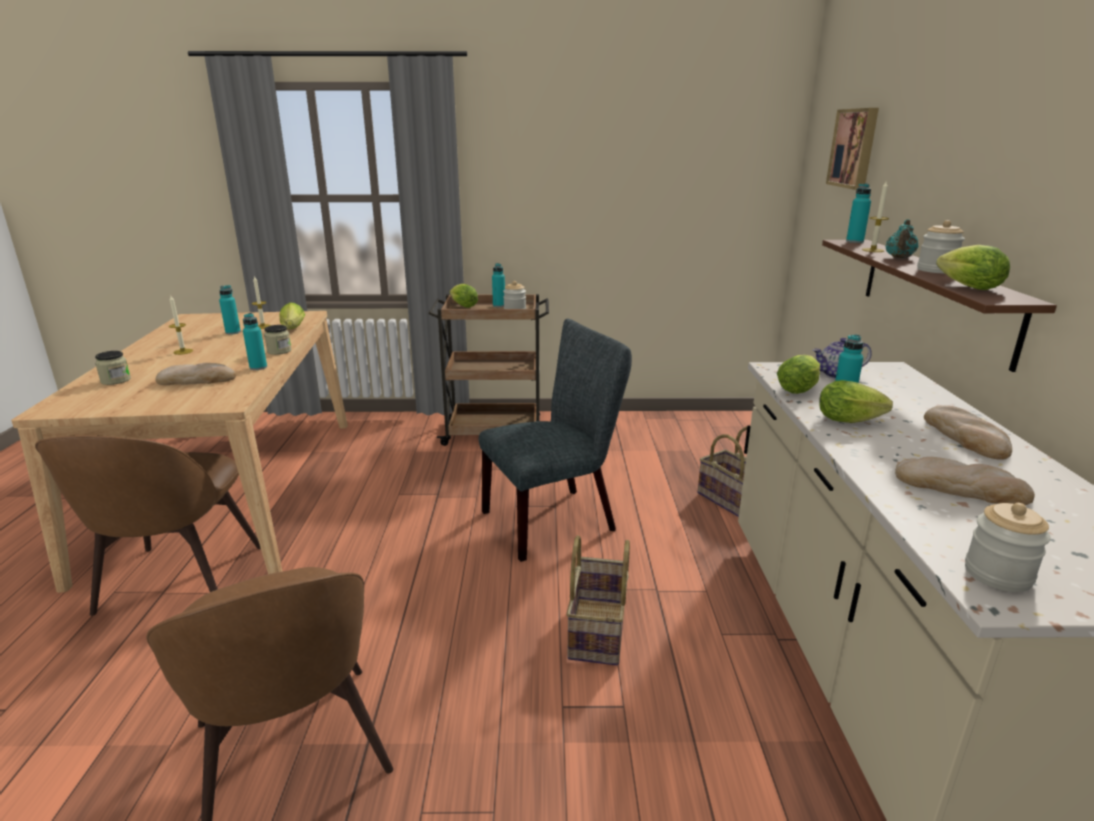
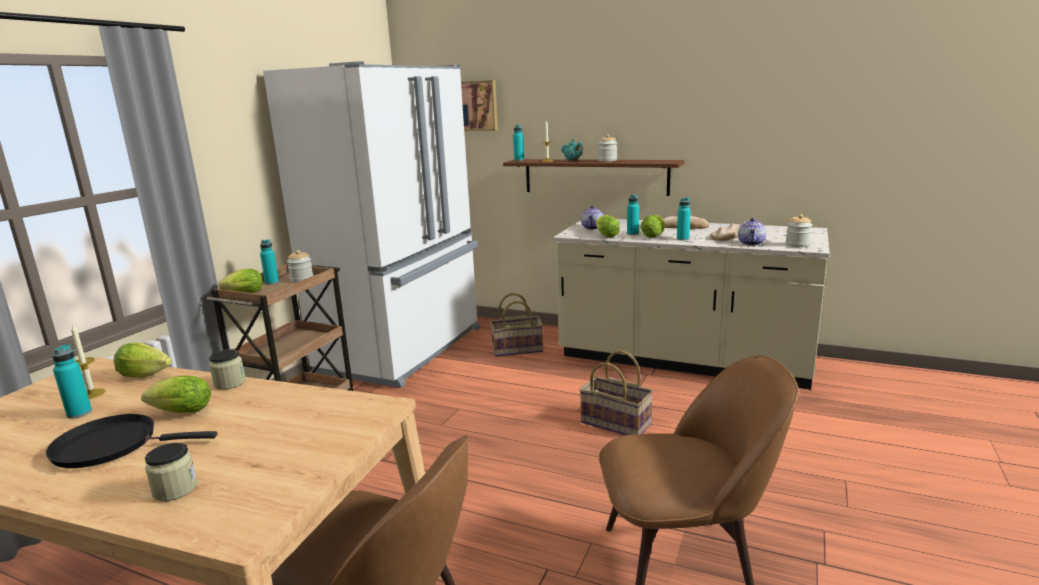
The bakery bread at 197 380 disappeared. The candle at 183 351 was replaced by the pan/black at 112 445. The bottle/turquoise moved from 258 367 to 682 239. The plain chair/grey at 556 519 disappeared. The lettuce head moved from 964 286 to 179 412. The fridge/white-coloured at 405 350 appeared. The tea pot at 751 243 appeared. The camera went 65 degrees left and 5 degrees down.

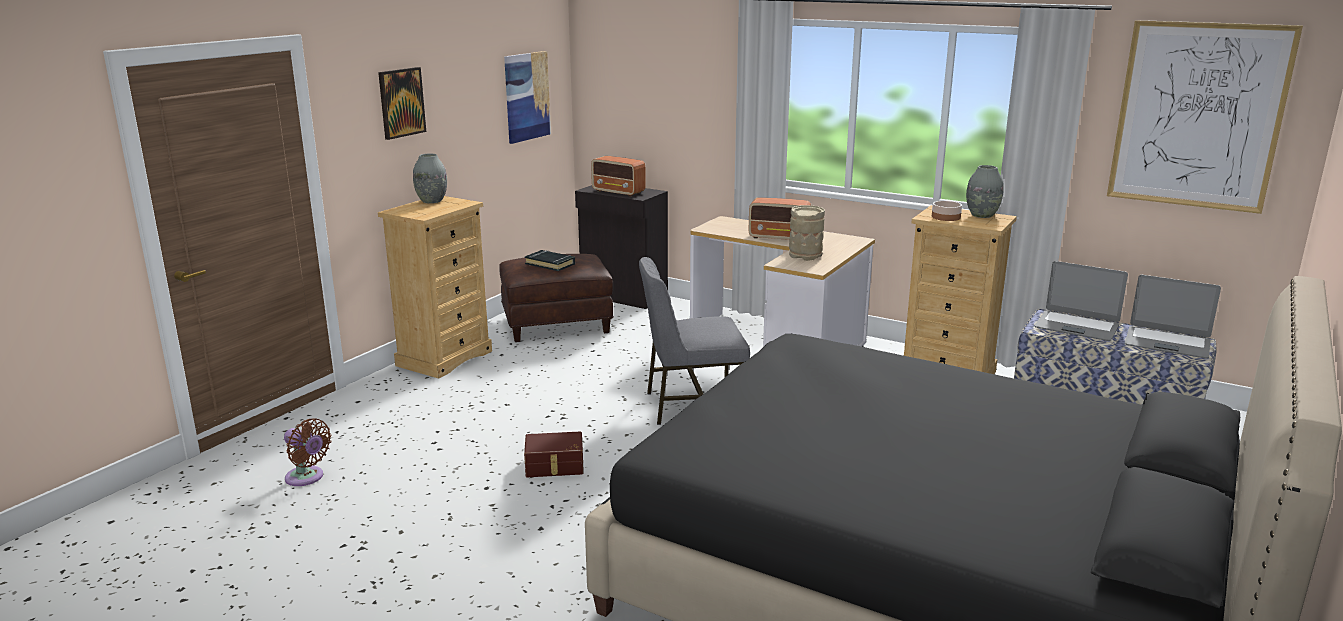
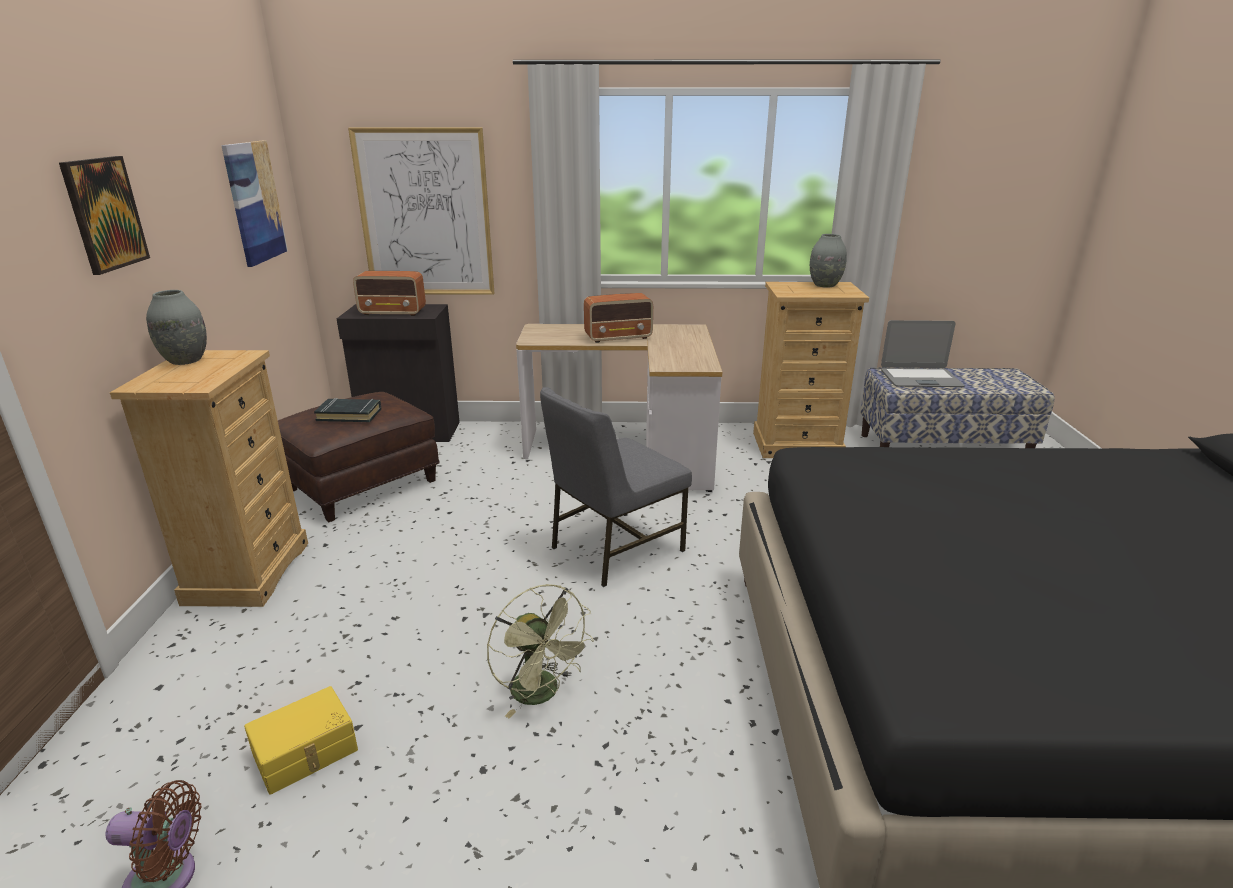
The storage container/brown at 554 466 was replaced by the fan/green at 542 694. The vase/beige at 806 255 disappeared. The bowl at 945 217 disappeared. The wall picture moved from 1198 116 to 425 214. The notebook computer at 1167 343 disappeared. The storage container/yellow-coloured at 306 753 appeared. The camera went 30 degrees left and 5 degrees up.

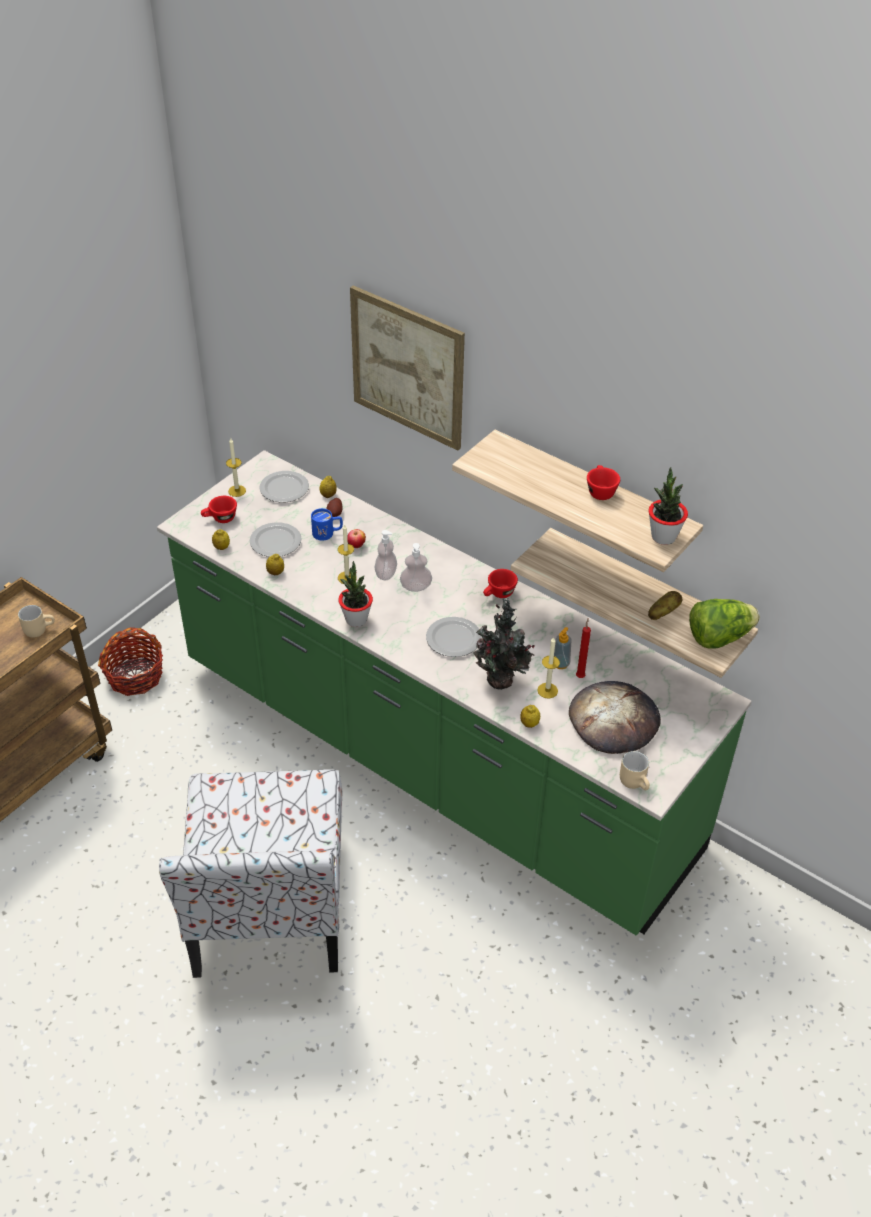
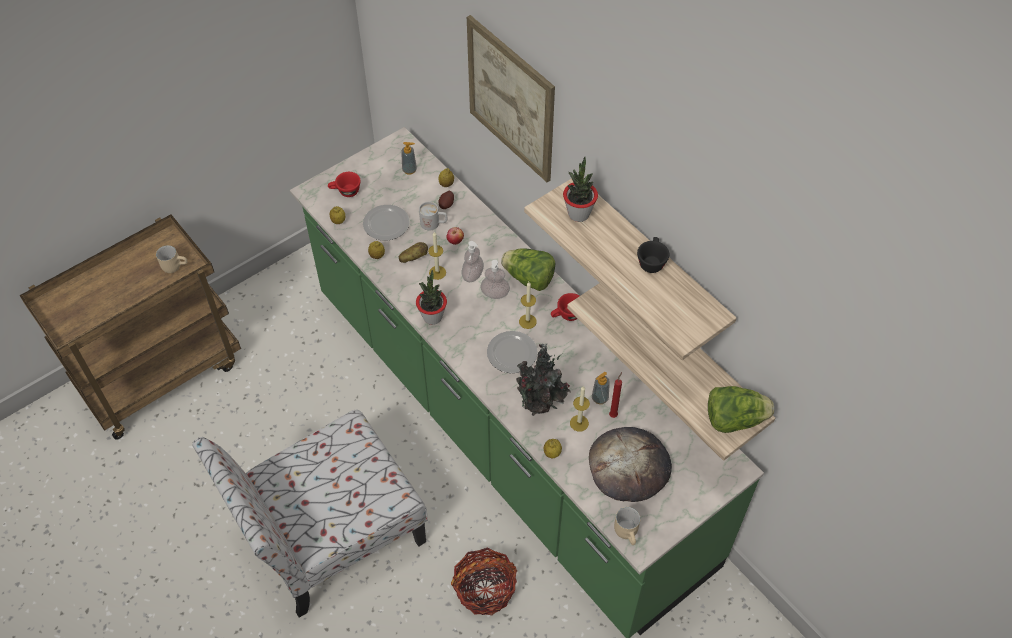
The basket moved from 135 676 to 485 589. The plain chair at 268 906 turned 45 degrees clockwise. The candle moved from 237 491 to 527 321. The plate at 283 488 was replaced by the soap bottle at 409 170. The mug/bluish at 327 533 became the mug/white-coloured at 434 224. The cup/red at 600 490 became the cup/black at 651 261. The potato moved from 663 613 to 413 258. The potted plant moved from 663 536 to 578 213. The lettuce head at 529 279 appeared. The camera went 15 degrees right and 10 degrees up.

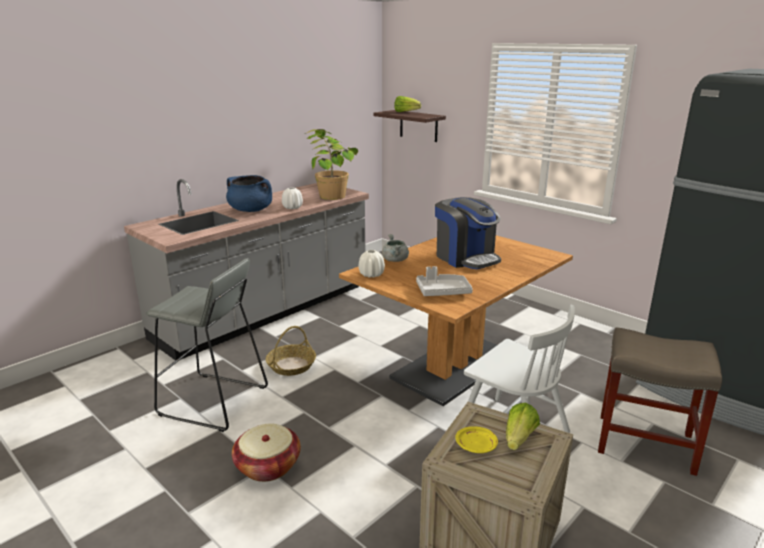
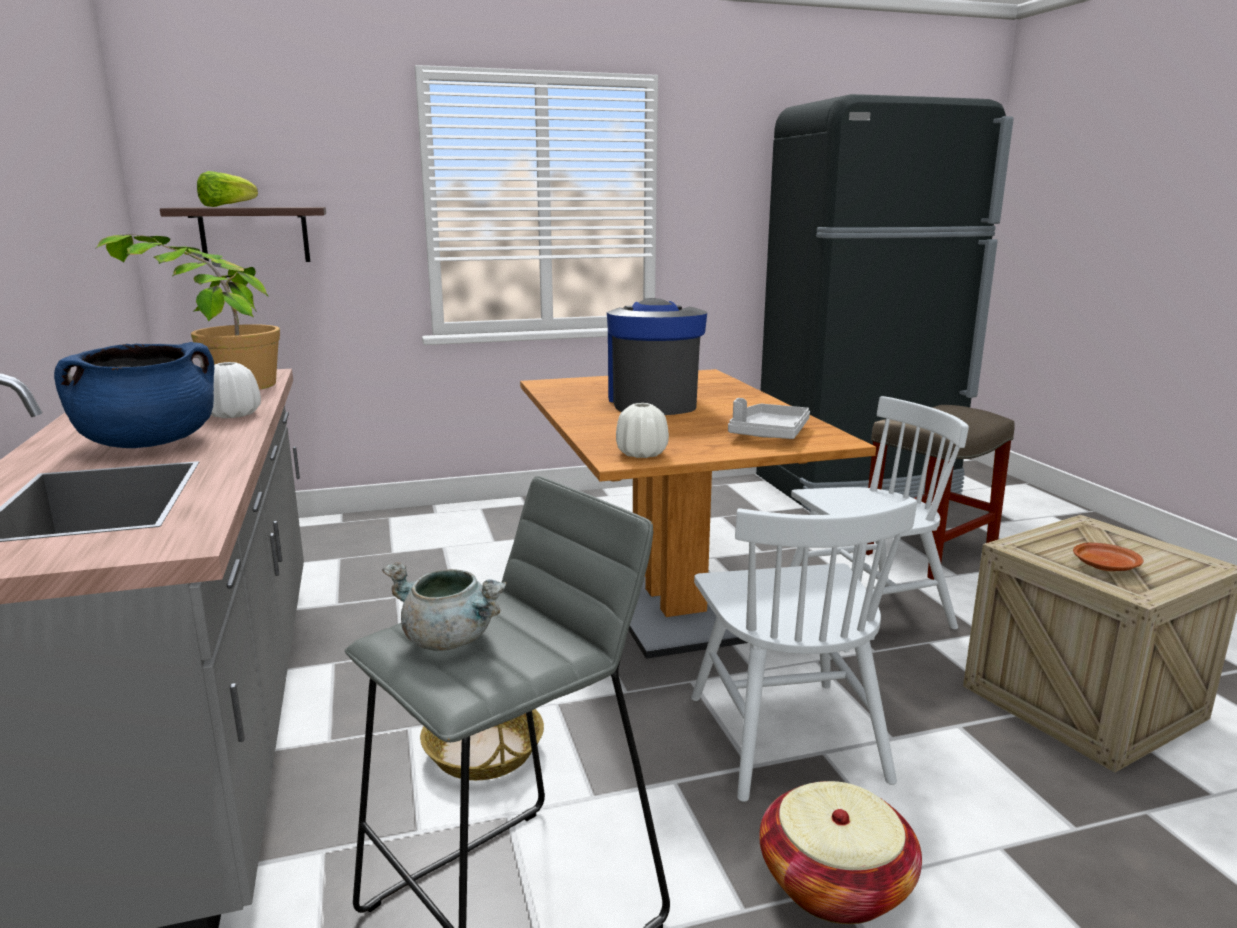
The saucepot/grey moved from 395 260 to 450 640. The coffee brewer at 466 258 turned 90 degrees counterclockwise. The plate/yellow-coloured at 476 446 became the plate/brown at 1105 566. The lettuce head at 519 439 disappeared. The plain chair/white-coloured at 786 736 appeared. The camera went 60 degrees left and 5 degrees down.

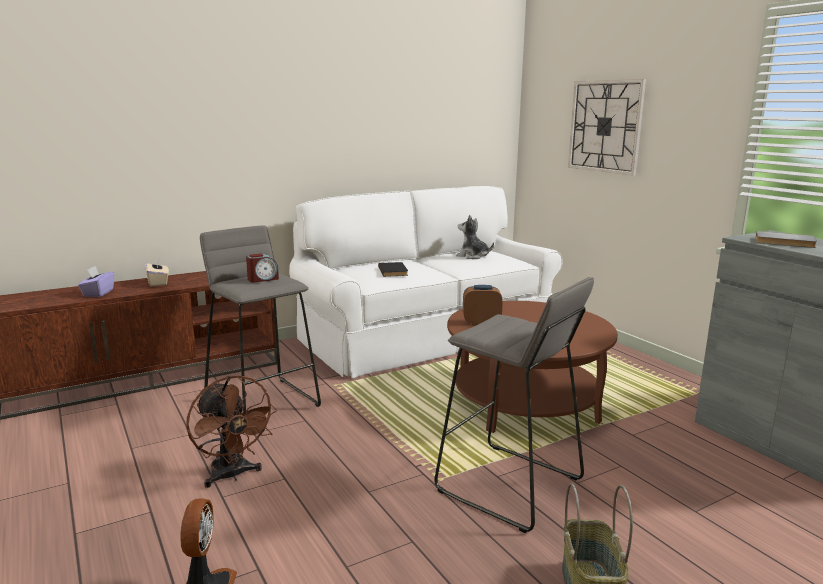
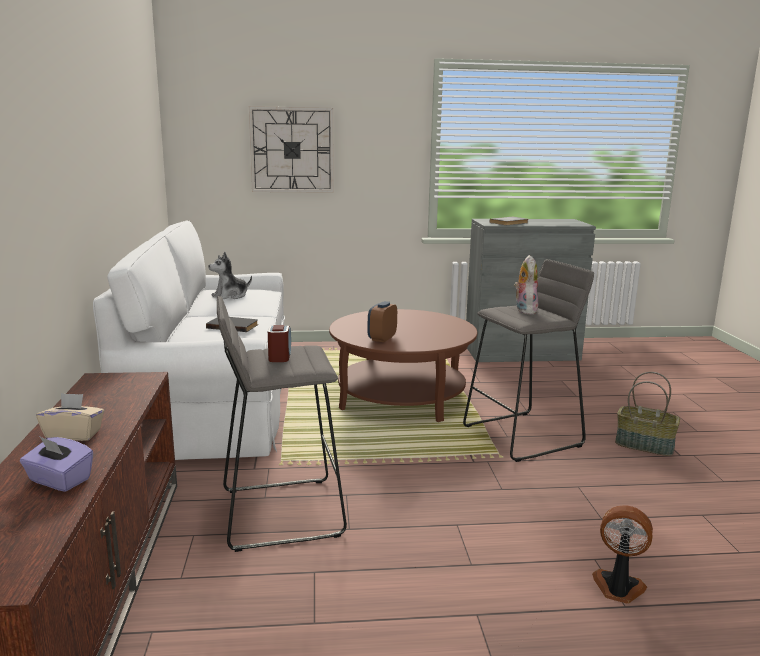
The fan/brown at 232 475 disappeared. The cuddly toy at 524 310 appeared. The camera went 65 degrees left and 0 degrees up.

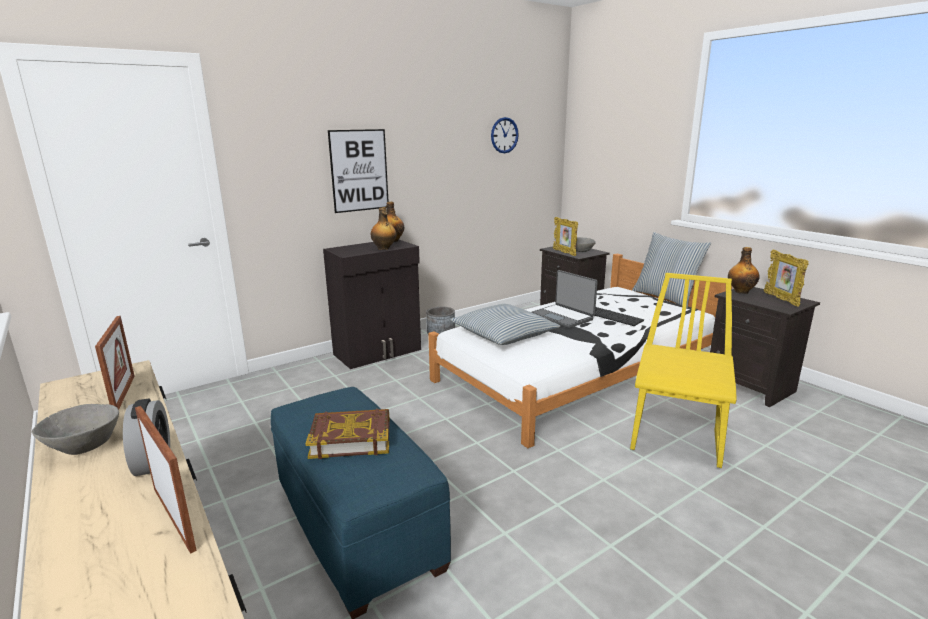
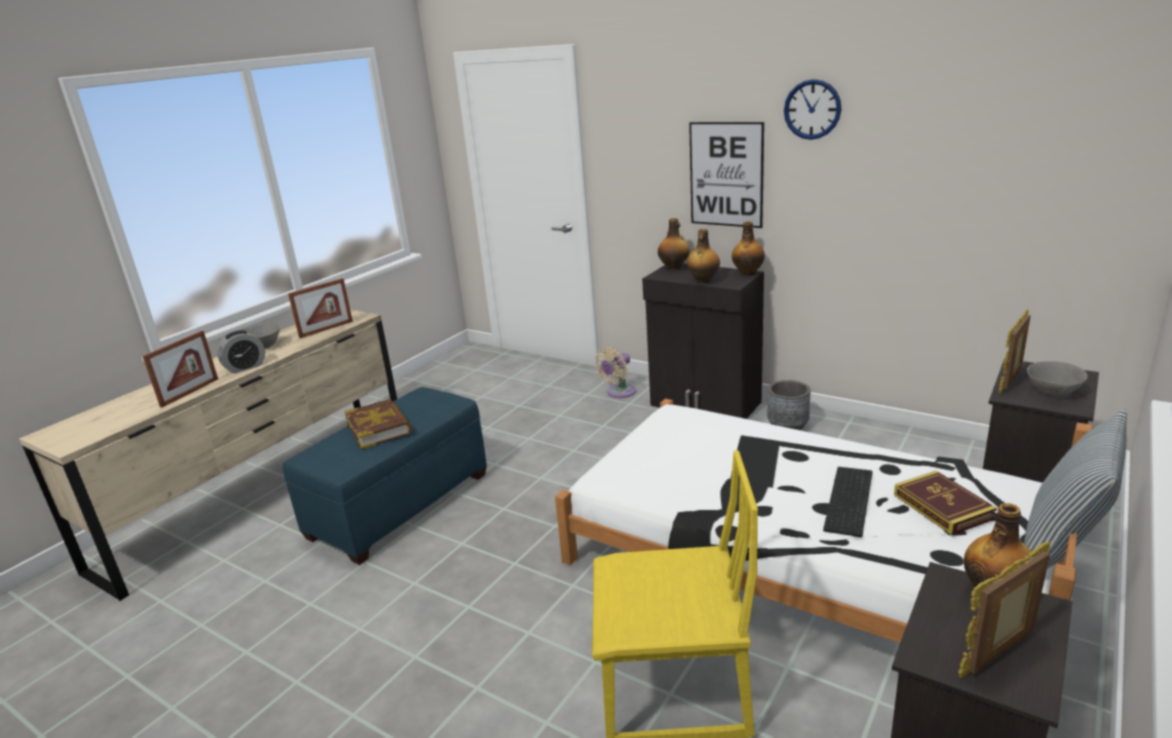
The throw pillow at 504 334 disappeared. The hanging clock moved from 504 135 to 812 109. The notebook computer at 563 317 disappeared. The fan/beige at 619 393 appeared. The bottle at 674 268 appeared. The book at 942 506 appeared. The camera went 70 degrees right and 5 degrees up.

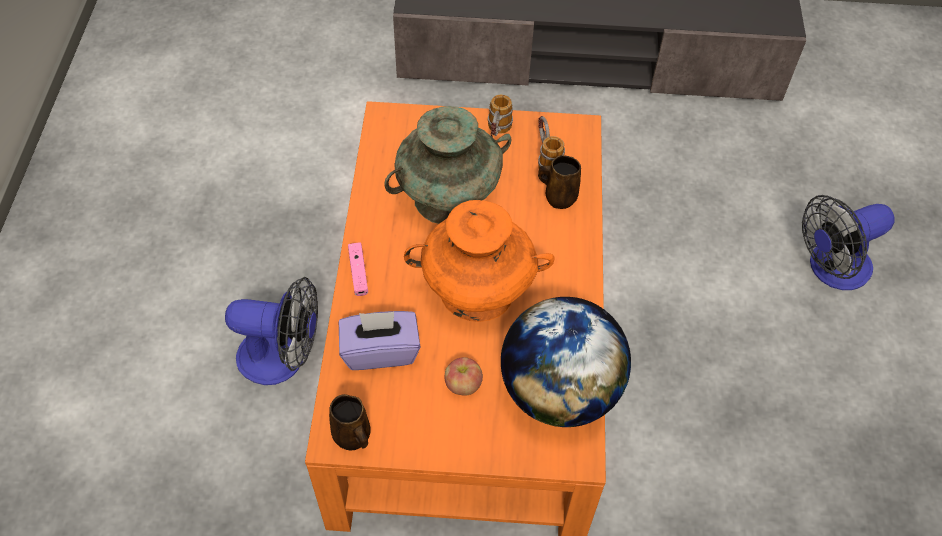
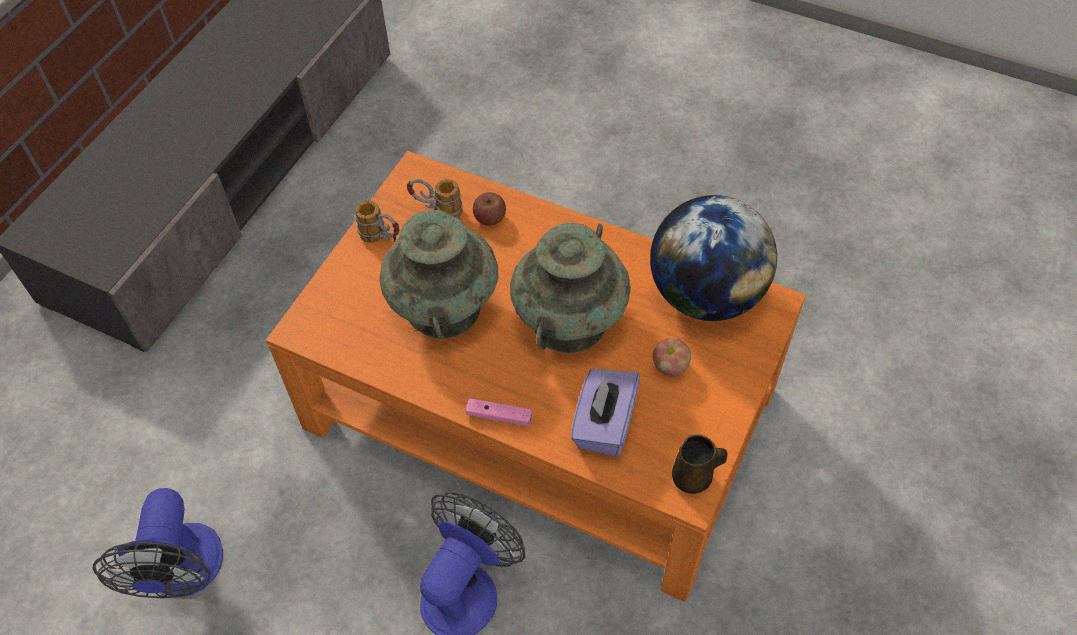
The vase/orange at 477 291 became the vase/turquoise at 570 320. The mug/brown at 558 197 was replaced by the apple fruit at 490 218. The fan moved from 830 269 to 184 574. The camera went 65 degrees left and 0 degrees up.

